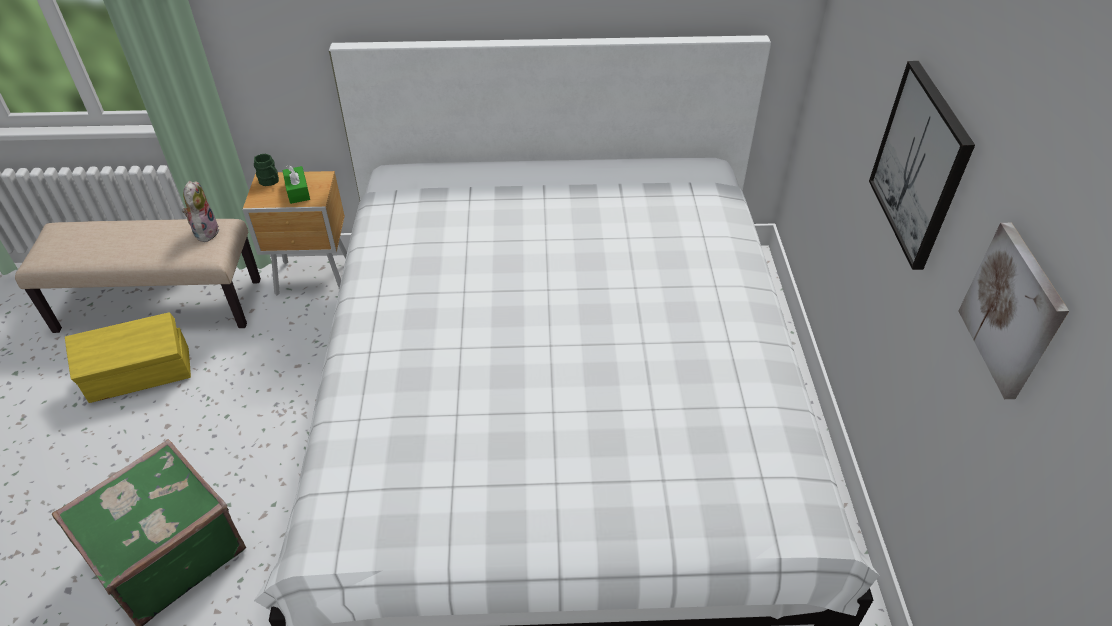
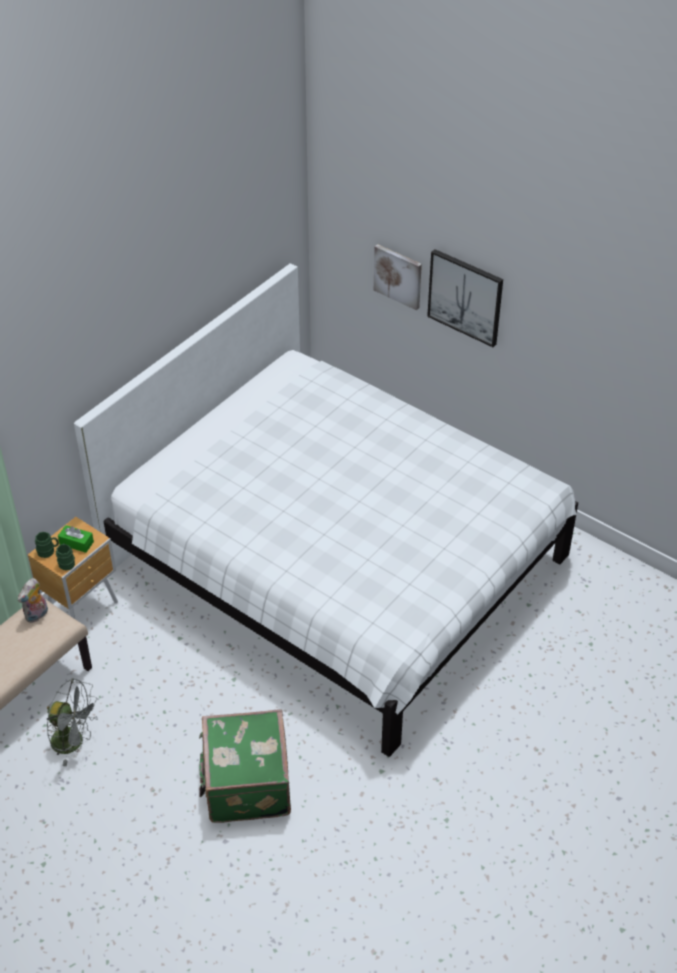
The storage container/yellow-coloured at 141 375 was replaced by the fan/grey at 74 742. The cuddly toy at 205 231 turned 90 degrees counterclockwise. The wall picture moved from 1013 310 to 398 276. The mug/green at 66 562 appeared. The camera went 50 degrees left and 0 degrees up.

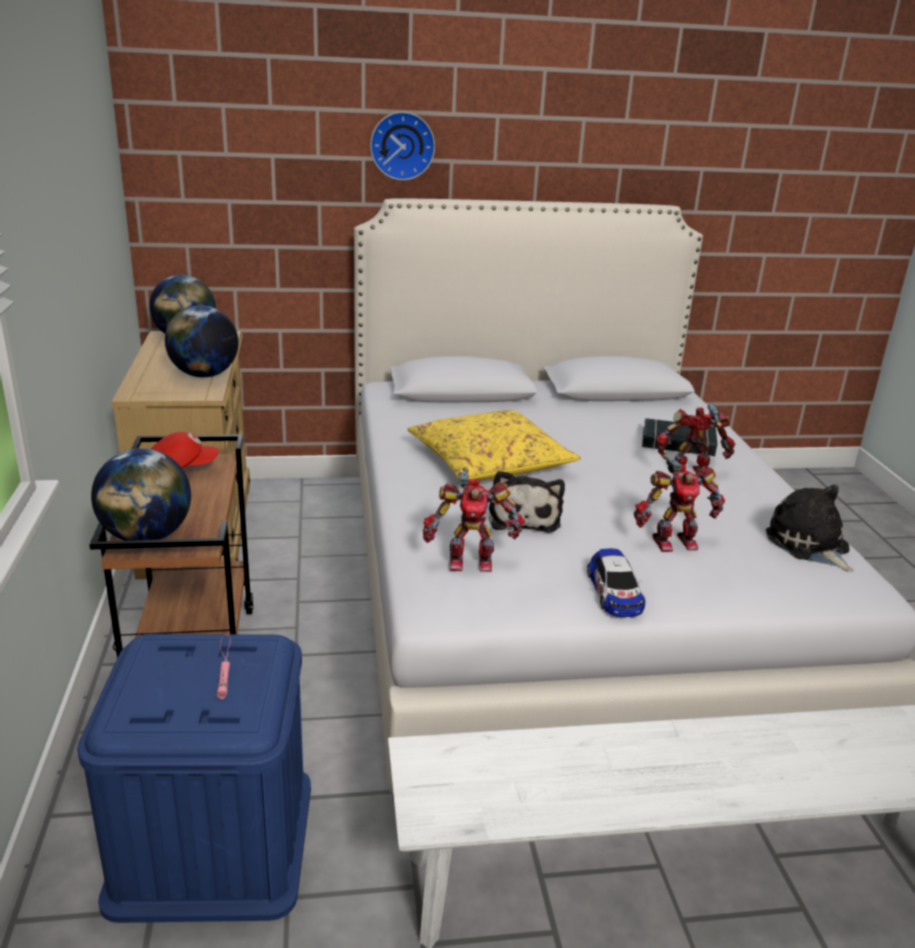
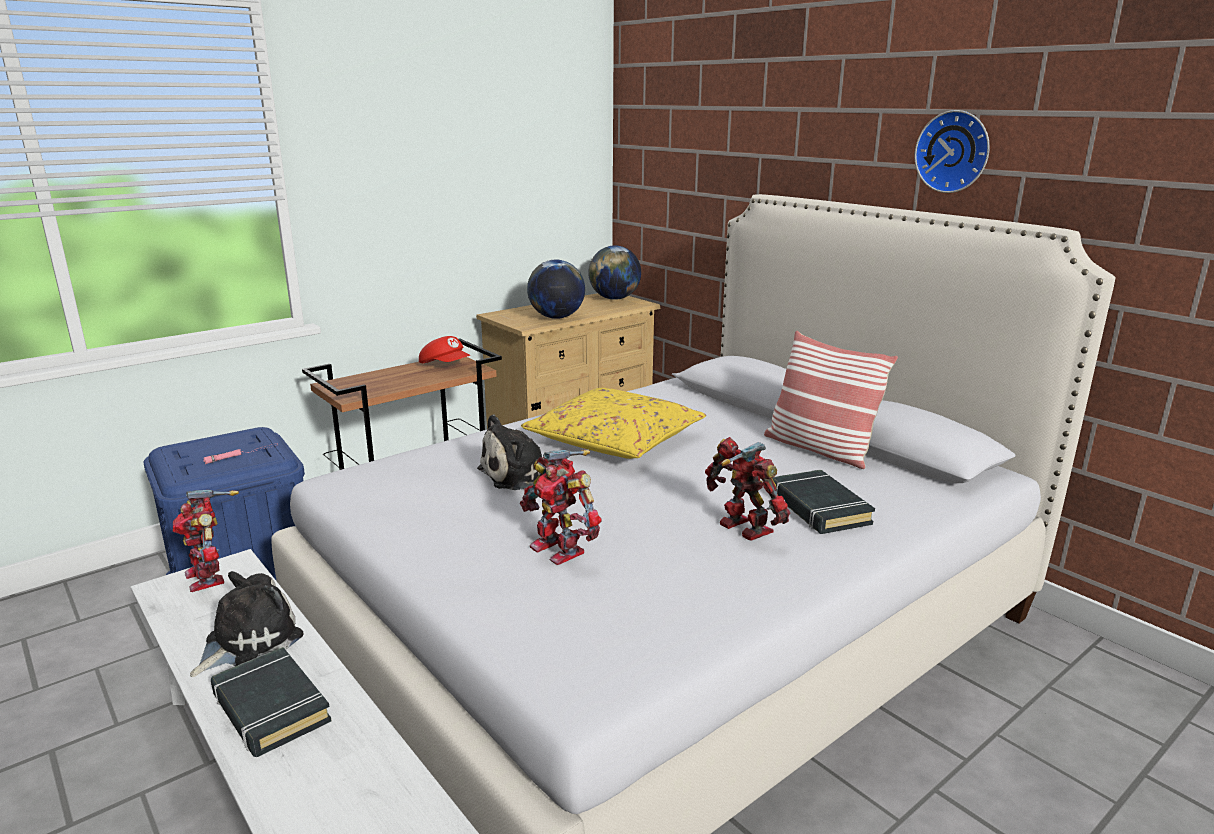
The globe at 147 537 disappeared. The hanging clock moved from 402 145 to 954 151. The model robot moved from 470 560 to 209 577. The model car at 614 592 disappeared. The cuddly toy moved from 809 545 to 248 641. The book/black at 270 708 appeared. The throw pillow at 819 449 appeared. The camera went 60 degrees right and 5 degrees down.

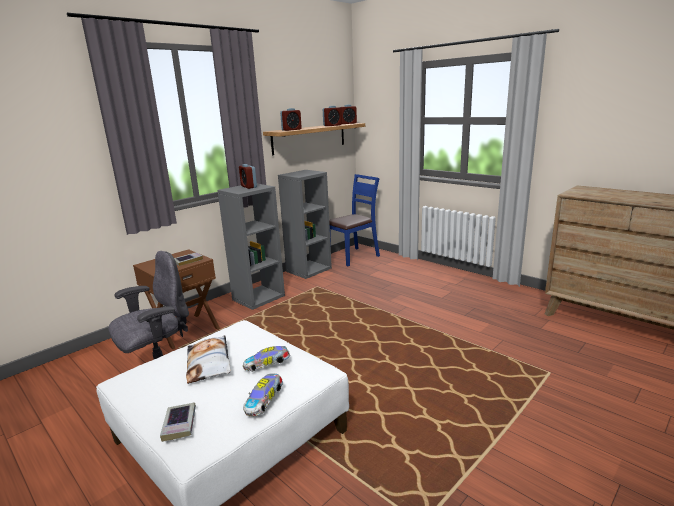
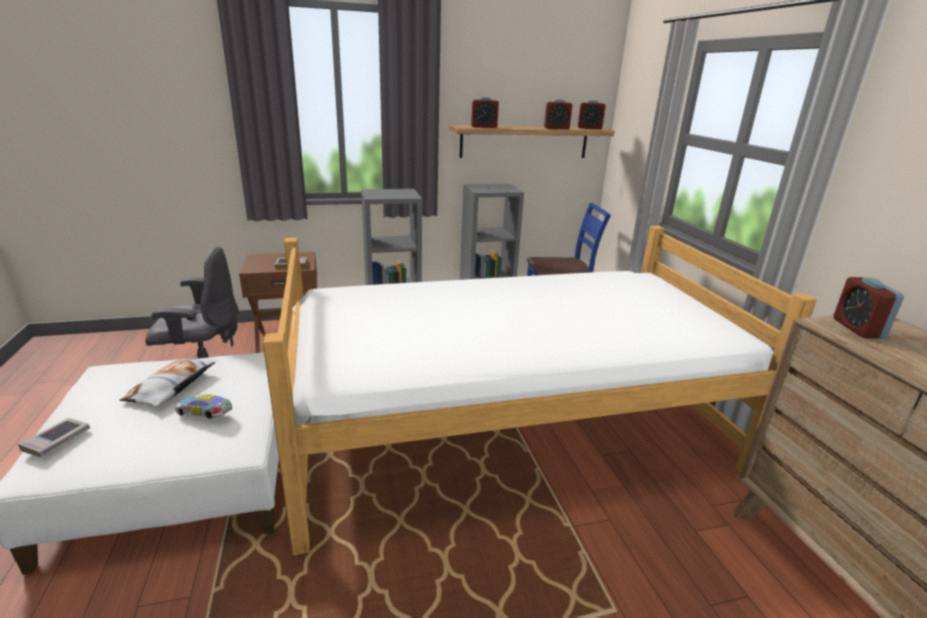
The alarm clock moved from 248 186 to 858 328. The model car at 264 401 disappeared. The bed at 509 432 appeared. The camera went 30 degrees right and 5 degrees up.

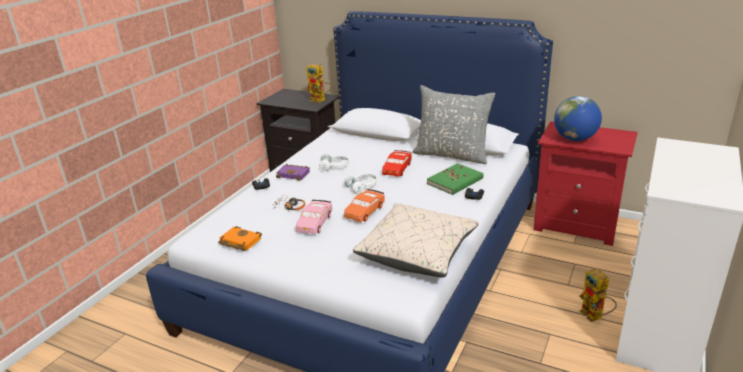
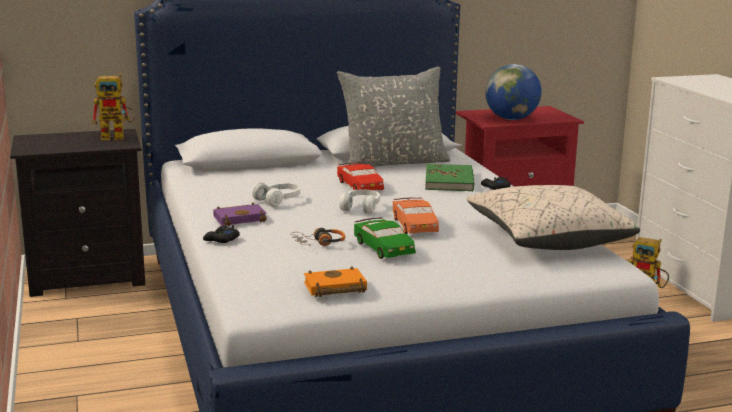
The model car/pink at 314 222 became the model car/green at 384 247. The camera went 45 degrees left and 10 degrees down.

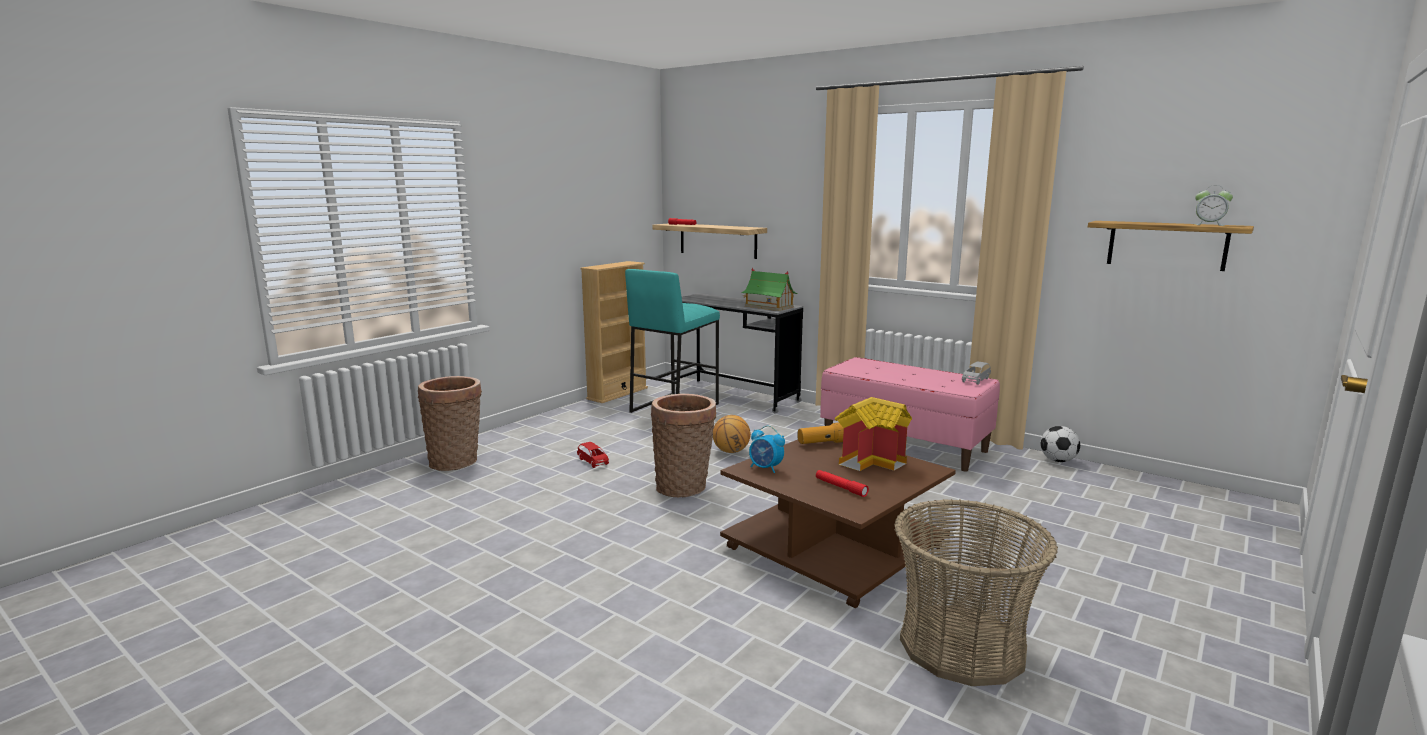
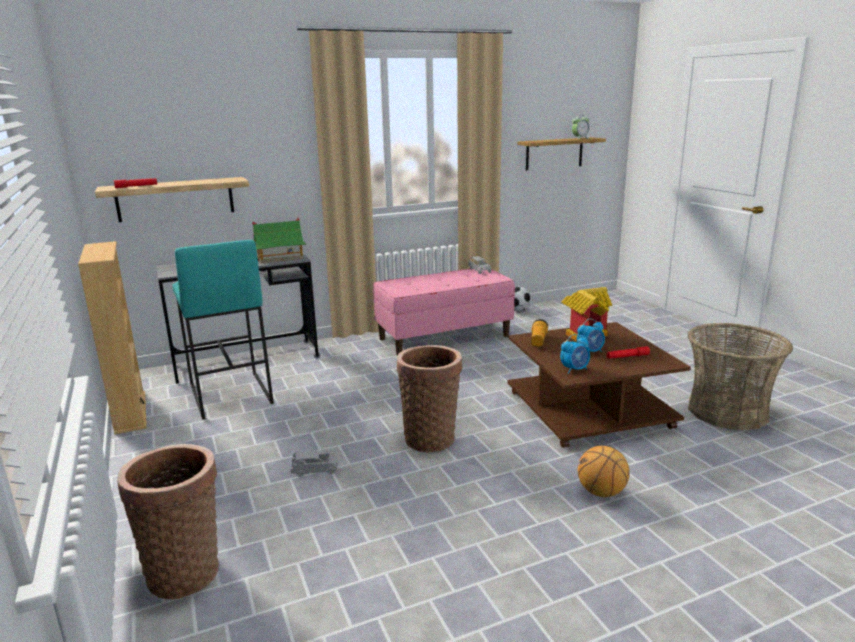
The model car/red at 593 462 became the model car/grey at 315 470. The basketball moved from 731 451 to 601 492. The alarm clock at 590 352 appeared. The camera went 60 degrees left and 5 degrees up.

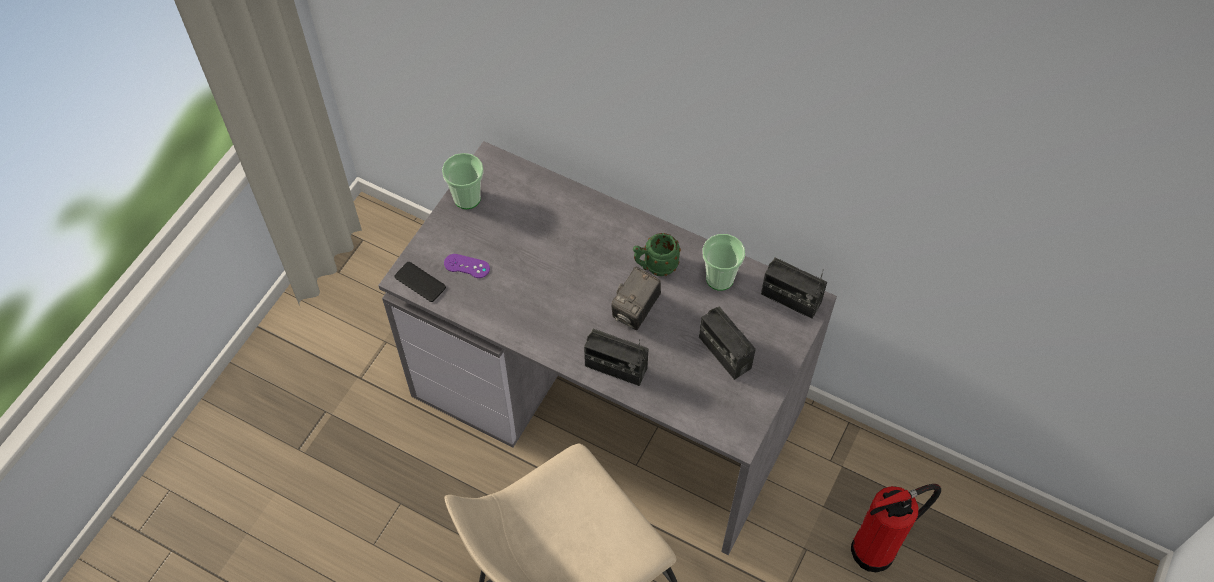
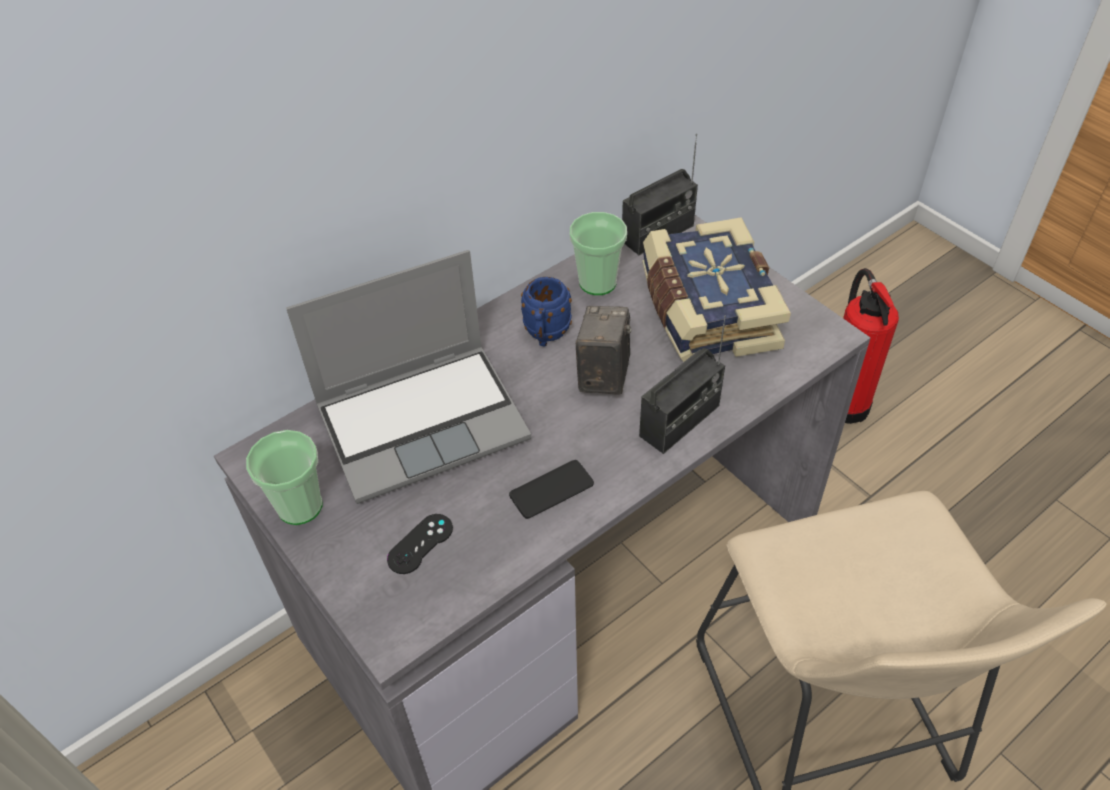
The telephone moved from 420 282 to 551 489. The joypad/purple at 466 266 became the joypad/black at 420 544. The photo camera at 636 311 turned 135 degrees counterclockwise. The mug/green at 655 266 became the mug/bluish at 545 335. The radio set at 724 353 was replaced by the book at 706 311. The notebook computer at 424 421 appeared. The camera went 65 degrees left and 10 degrees down.

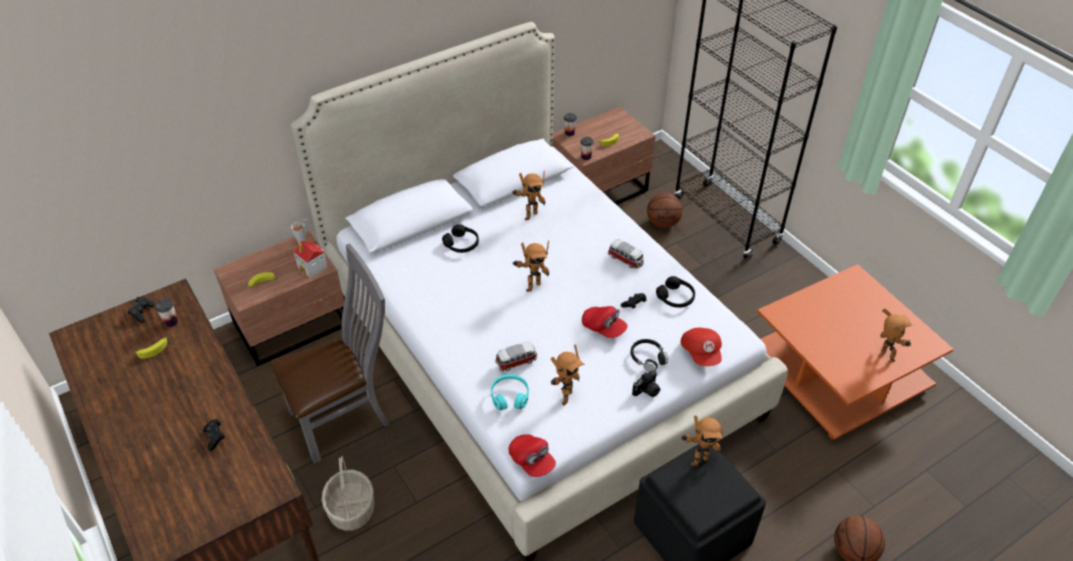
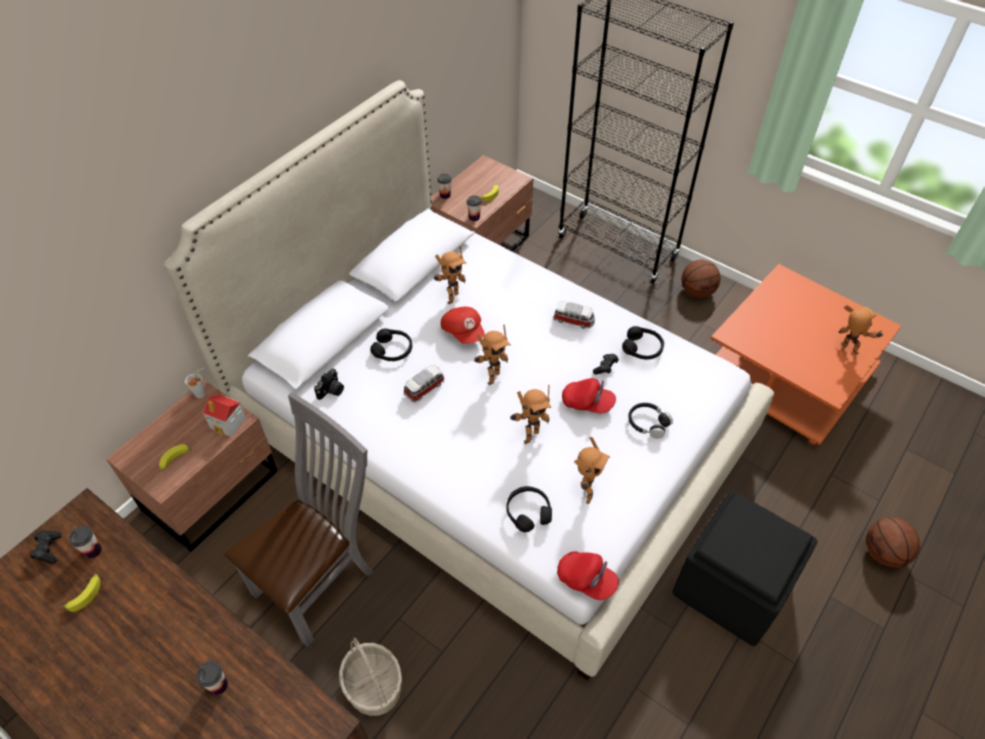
The joypad/black at 215 437 was replaced by the cup at 218 685. The headphones/turquoise at 509 396 became the headphones/black at 528 512. The model car moved from 517 361 to 425 388. The photo camera moved from 647 391 to 331 391. The basketball moved from 663 223 to 697 291. The baseball cap/red moved from 701 353 to 463 332. The model robot moved from 697 459 to 529 435. The camera went 20 degrees left and 5 degrees up.

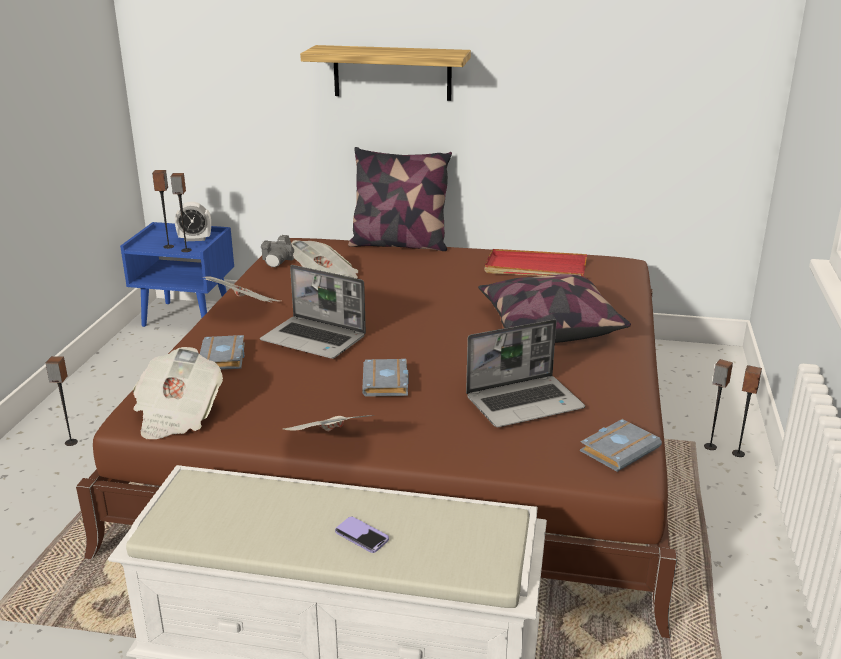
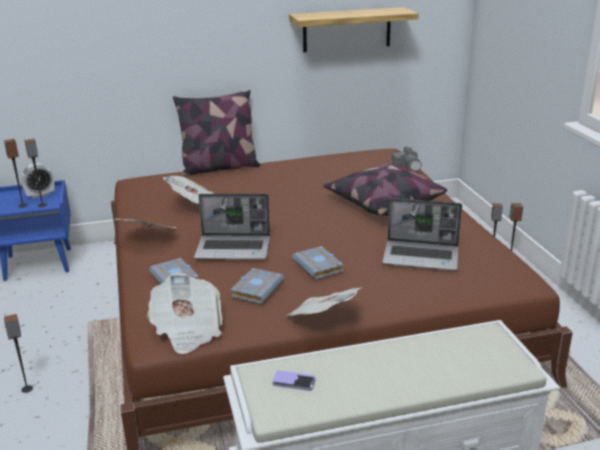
The photo camera moved from 278 261 to 407 166. The wall shelf moved from 392 73 to 347 29. The telephone moved from 361 536 to 294 381. The notebook computer at 525 403 turned 60 degrees clockwise. The tray/red at 535 268 disappeared. The book/grey moved from 618 449 to 256 289. The camera went 25 degrees left and 0 degrees up.

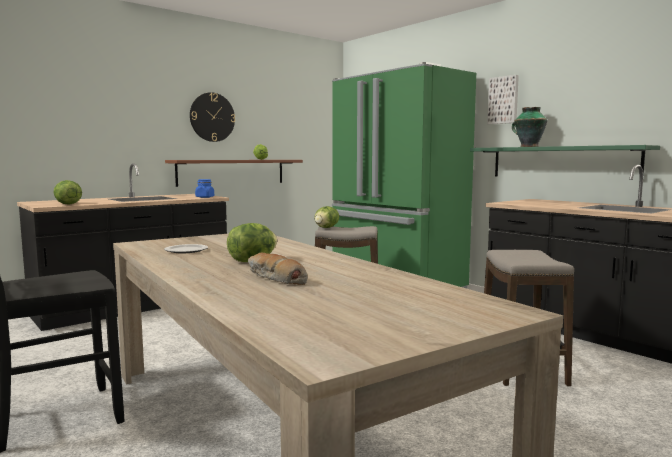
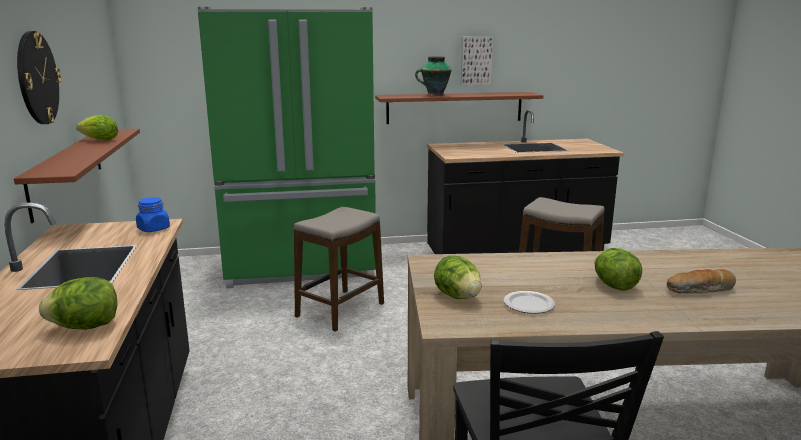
The lettuce head moved from 326 228 to 457 296. The wall shelf/green at 562 162 became the wall shelf/brown at 454 107. The wall picture moved from 503 100 to 476 60. The camera went 60 degrees left and 10 degrees up.

